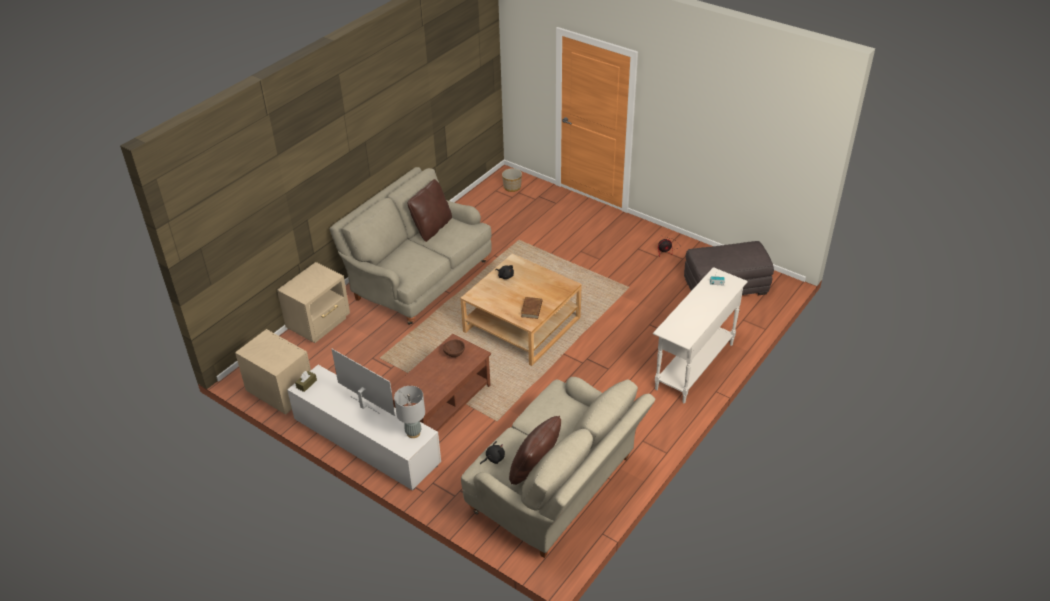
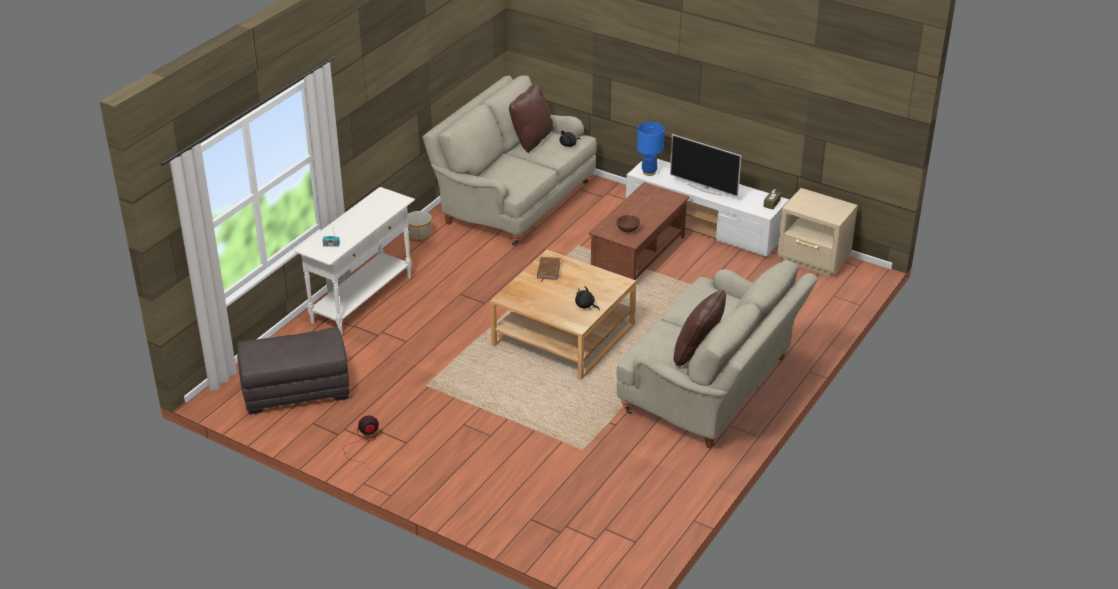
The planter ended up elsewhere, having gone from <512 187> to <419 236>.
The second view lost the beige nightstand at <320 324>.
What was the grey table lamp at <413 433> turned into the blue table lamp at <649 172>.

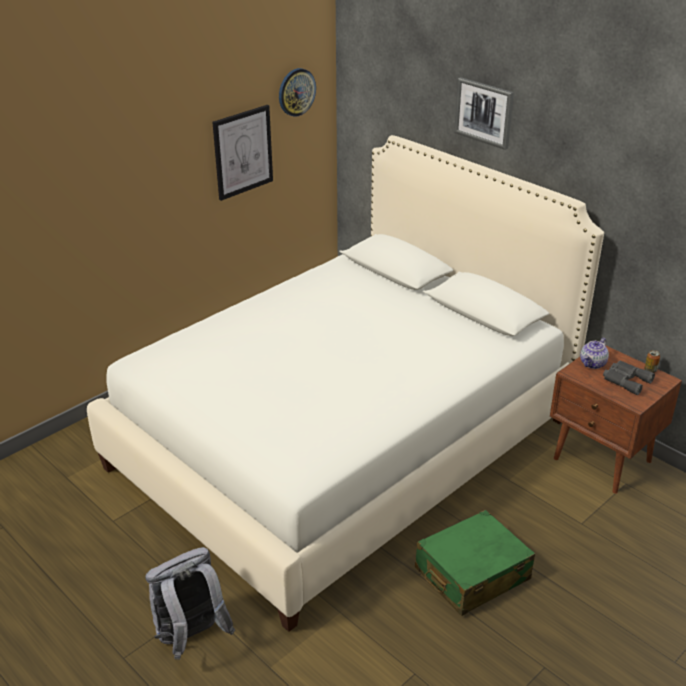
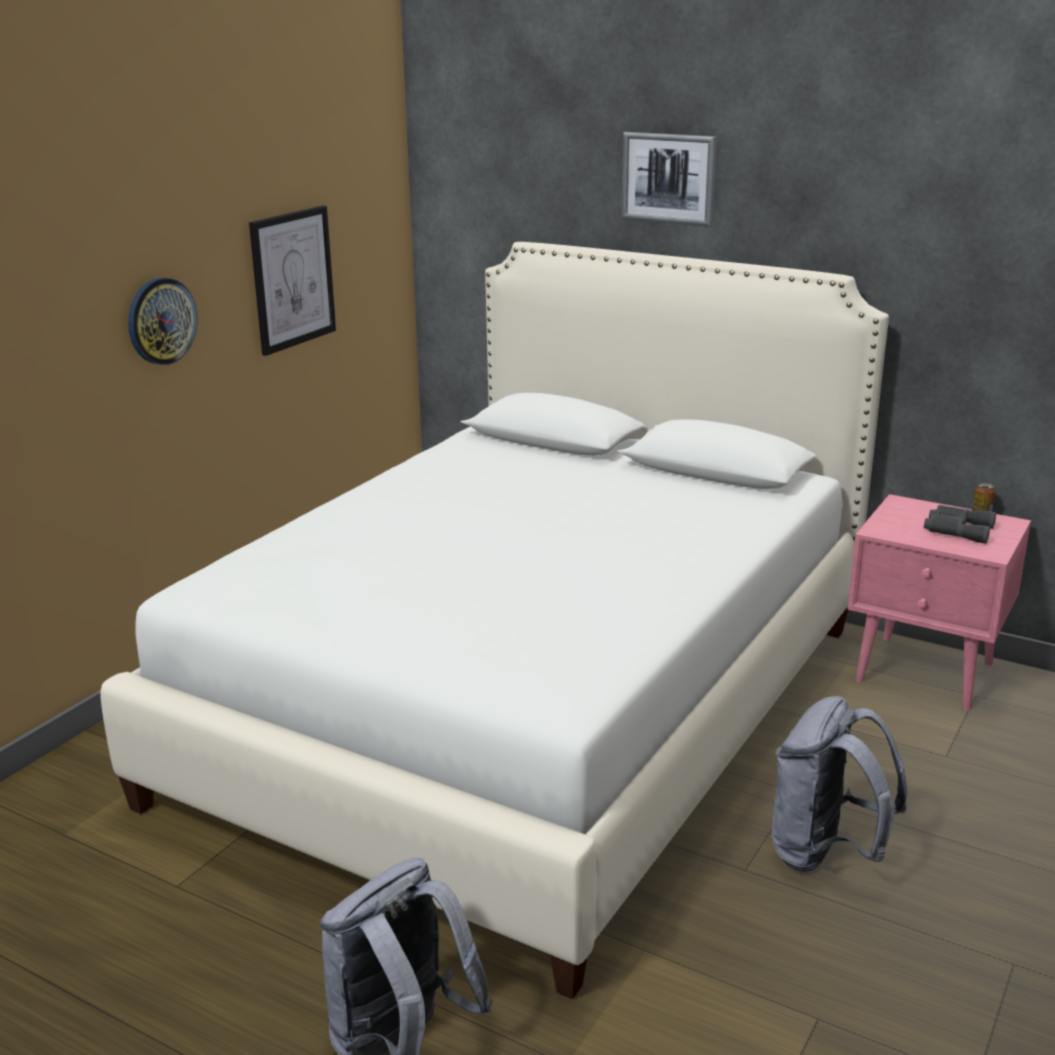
The wall clock ended up elsewhere, having gone from <296 92> to <161 321>.
The second view lost the teapot at <593 364>.
What was the brown nightstand at <603 461> turned into the pink nightstand at <926 673>.
Where the green suitcase stood at <471 574>, the grey backpack came to stand at <826 853>.

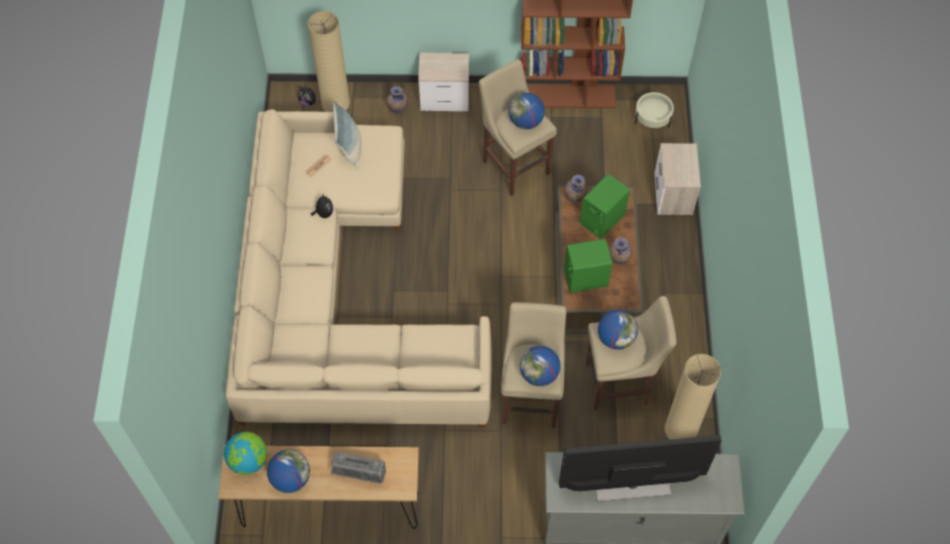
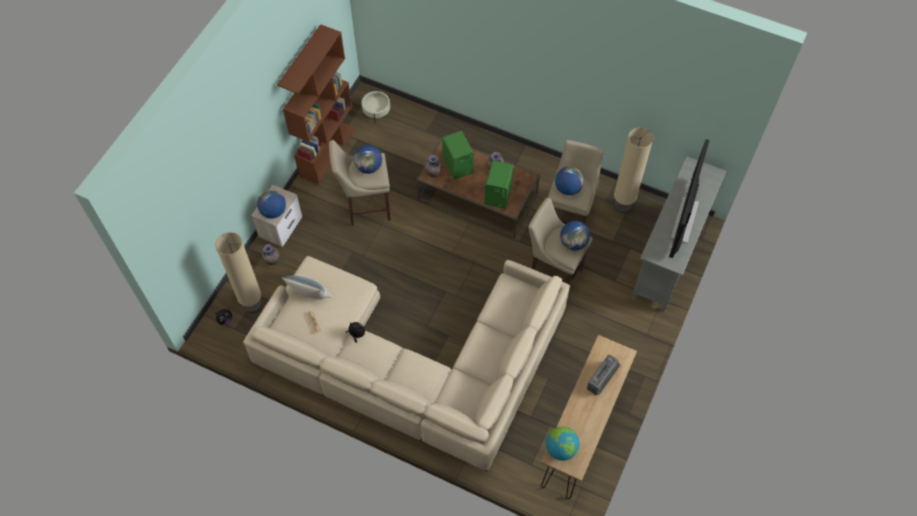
The second view lost the nightstand at <673 195>.
The globe ended up elsewhere, having gone from <291 478> to <273 211>.

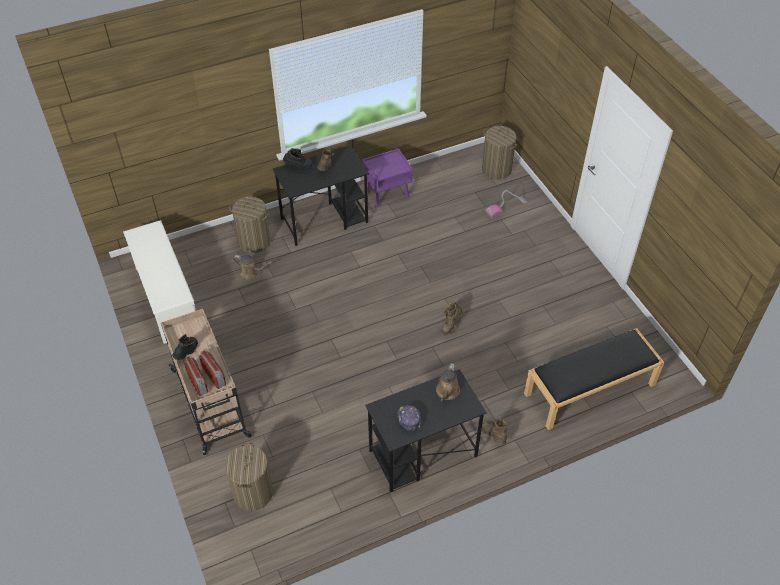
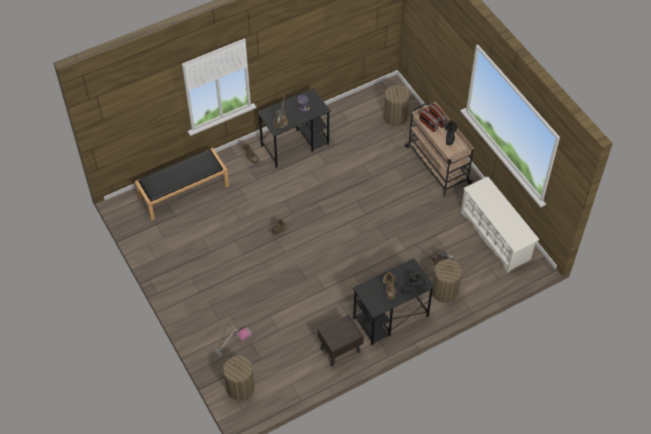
What was the purple nightstand at <387 194> turned into the brown nightstand at <340 351>.

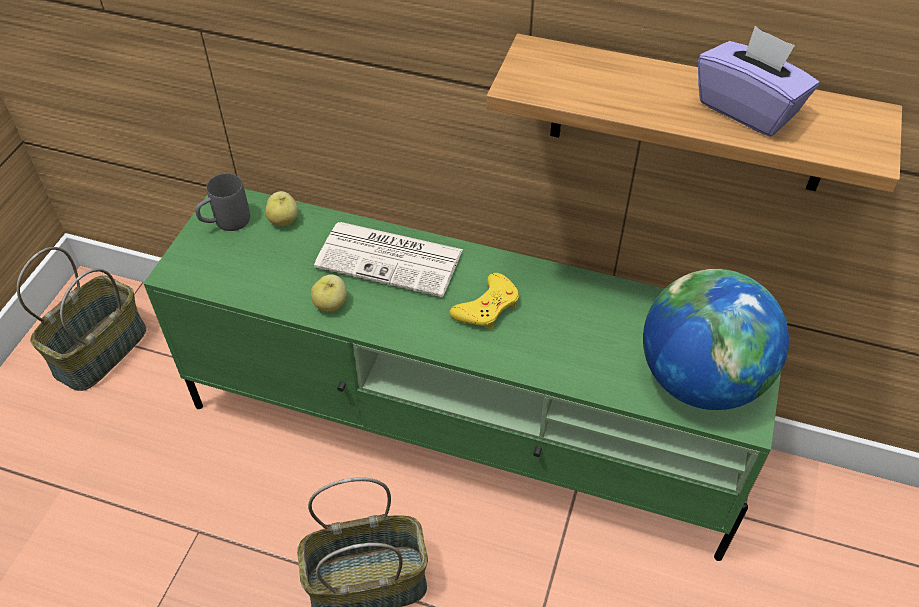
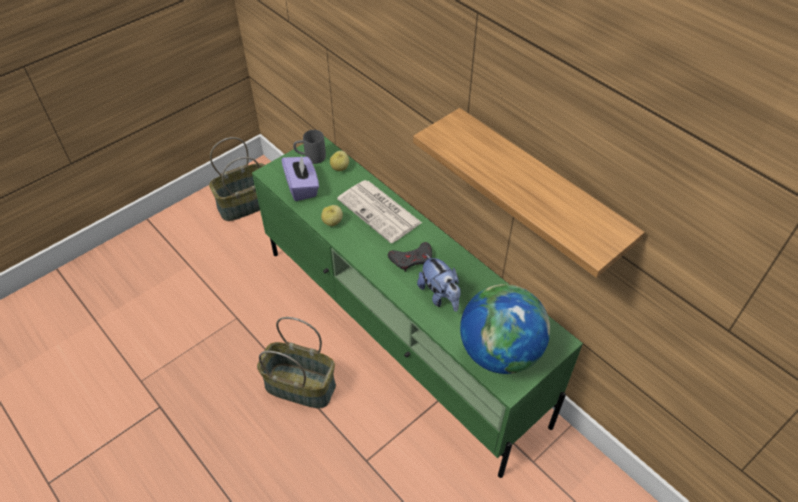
The purple tissue box ended up elsewhere, having gone from <747 108> to <302 187>.
What was the yellow game controller at <487 307> turned into the grey game controller at <412 259>.
The second view gained the plush toy at <440 295>.

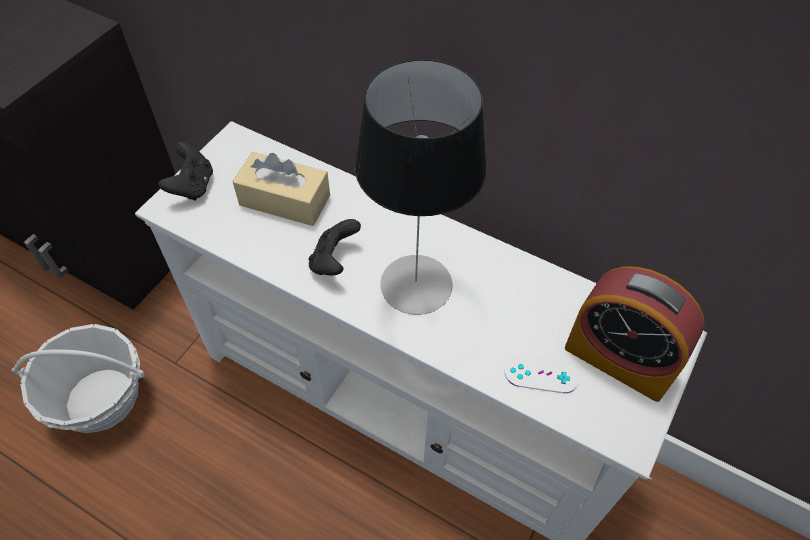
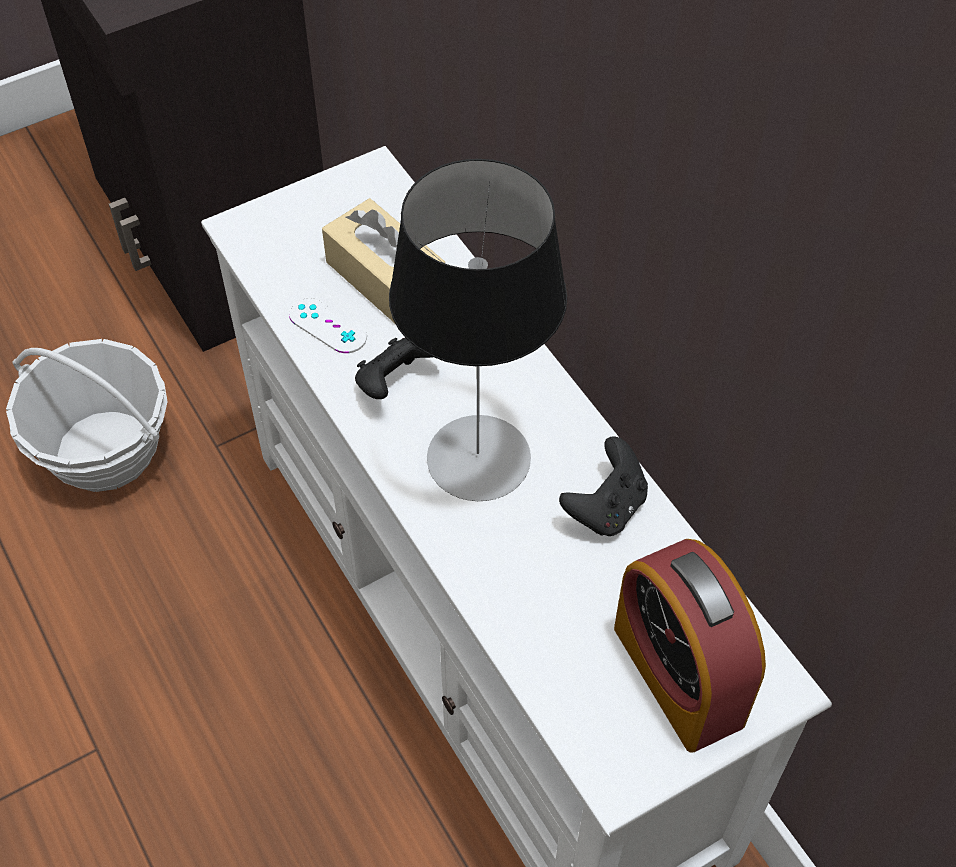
The black game controller ended up elsewhere, having gone from <192 186> to <606 508>.
The white game controller ended up elsewhere, having gone from <541 375> to <327 325>.

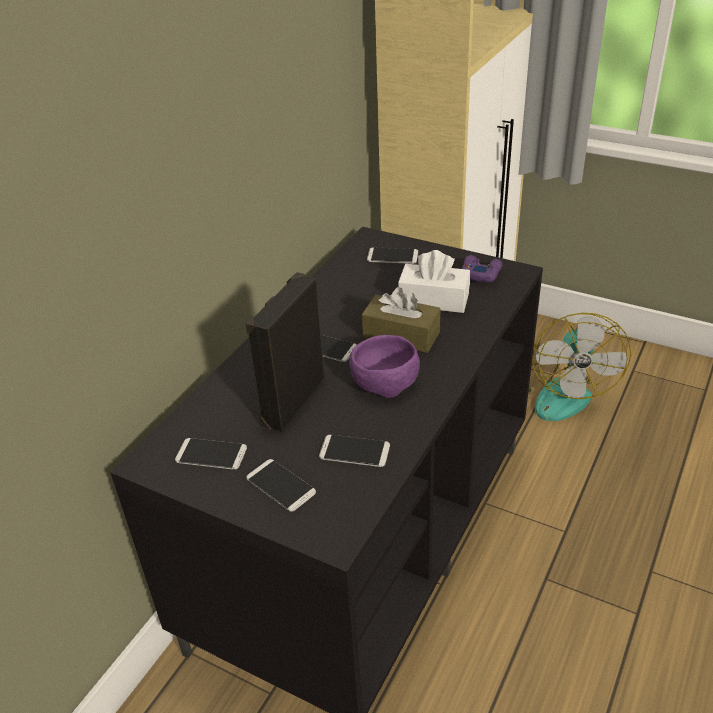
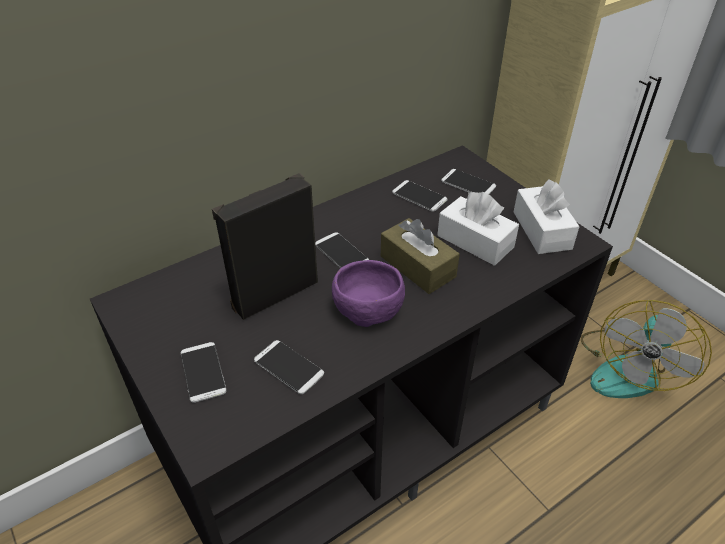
Where the purple game controller stood at <480 273>, the white tissue box came to stand at <541 230>.
The phone ended up elsewhere, having gone from <211 454> to <419 196>.

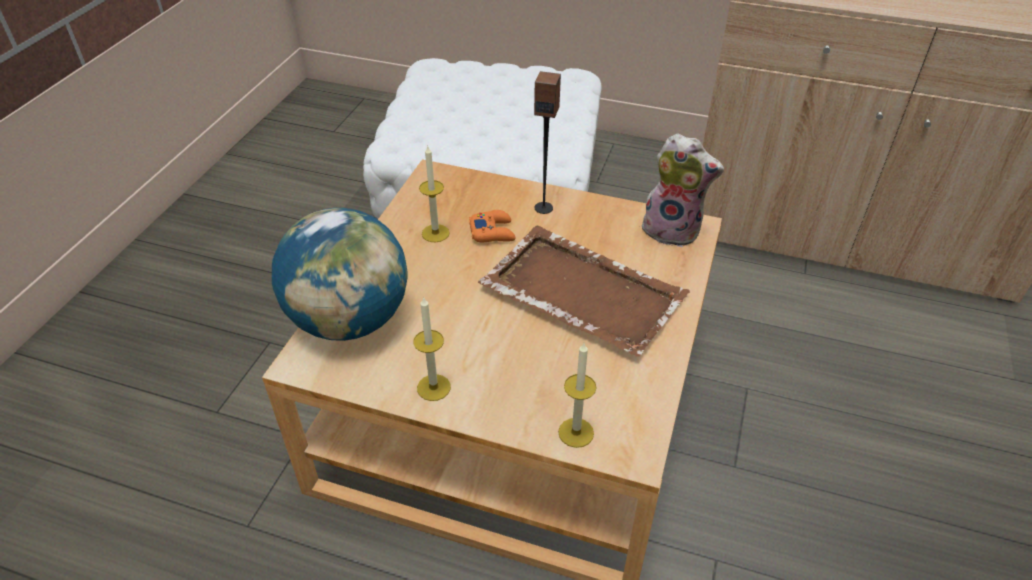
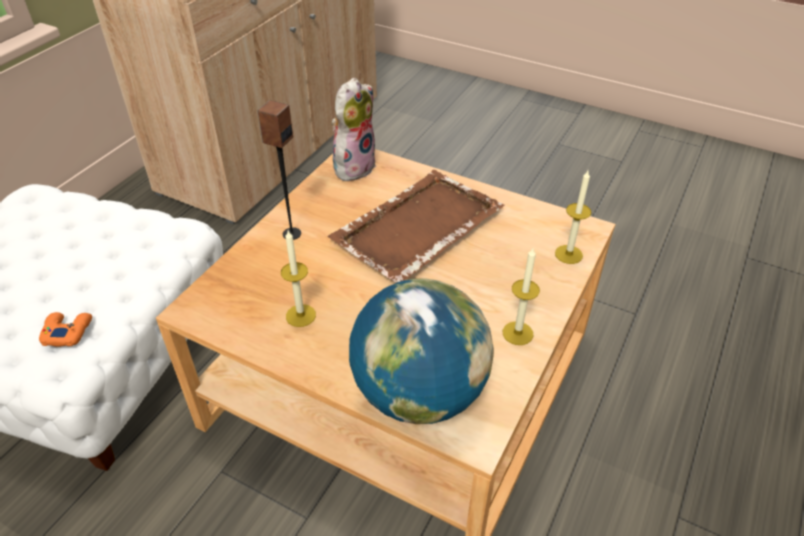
The orange game controller ended up elsewhere, having gone from <492 232> to <67 332>.

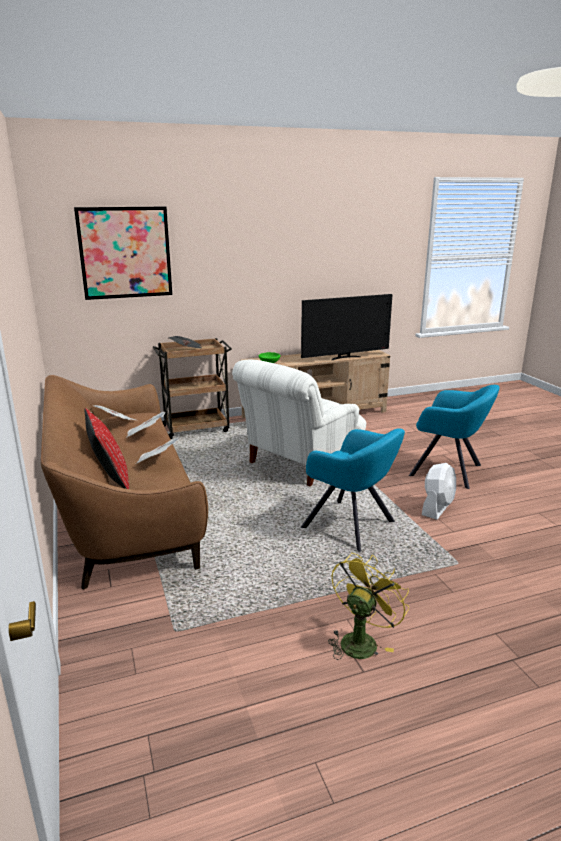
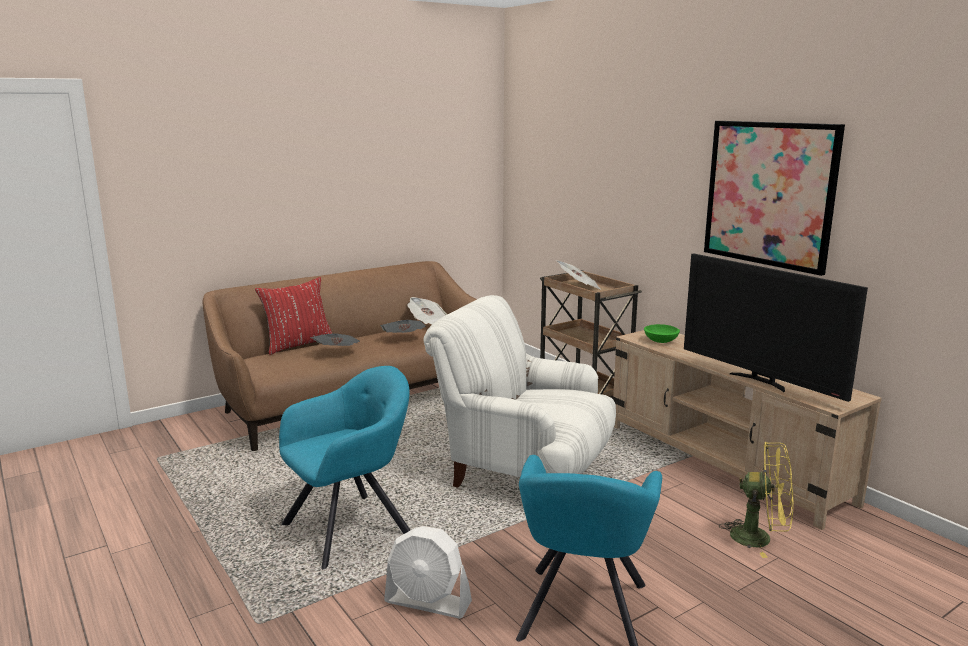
The picture ended up elsewhere, having gone from <125 253> to <769 194>.
The turquoise armchair at <351 526> ended up facing another way, 150 degrees counterclockwise from before.
The yellow fan ended up elsewhere, having gone from <361 640> to <760 538>.

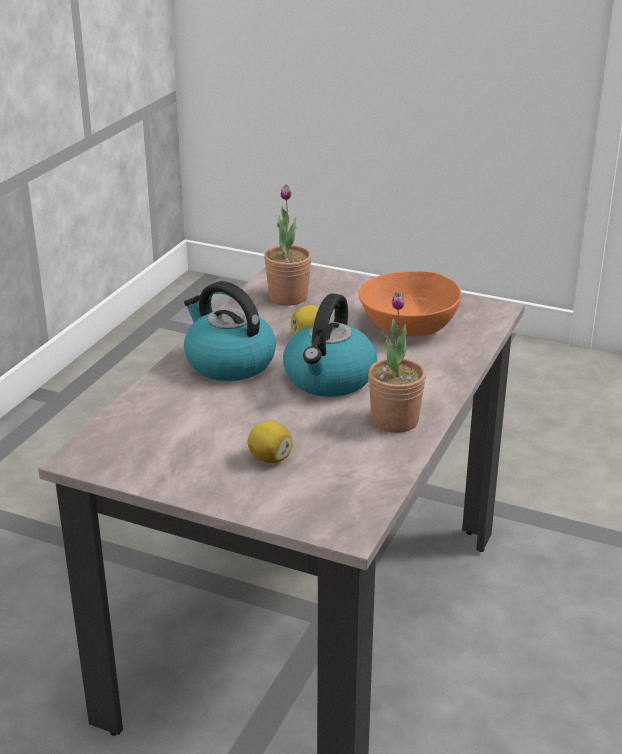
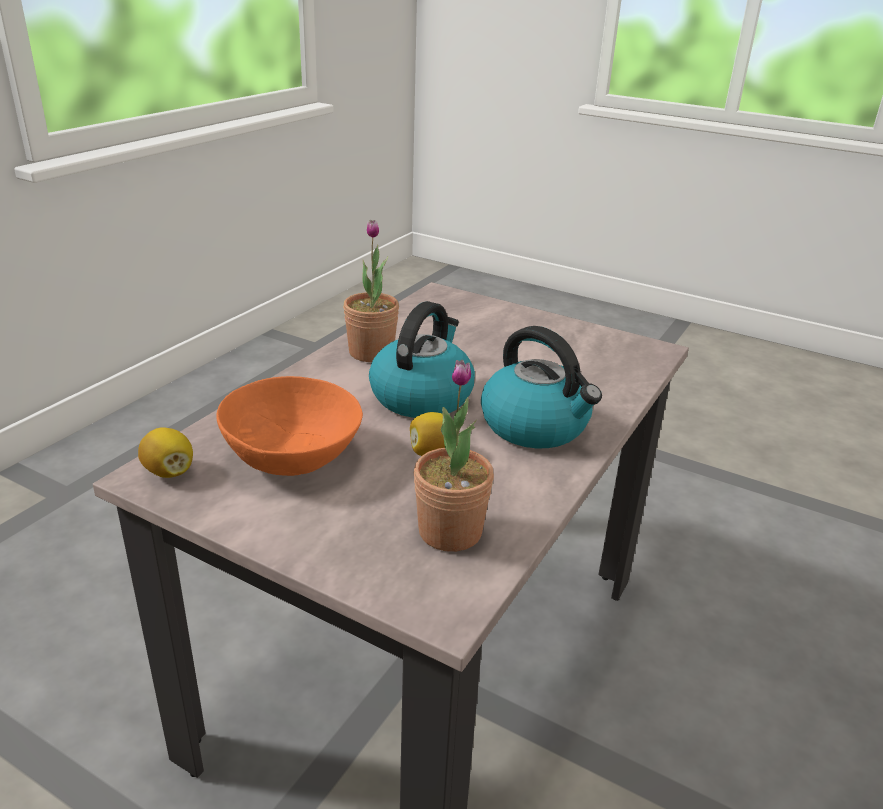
The lemon ended up elsewhere, having gone from <270 458> to <169 471>.

